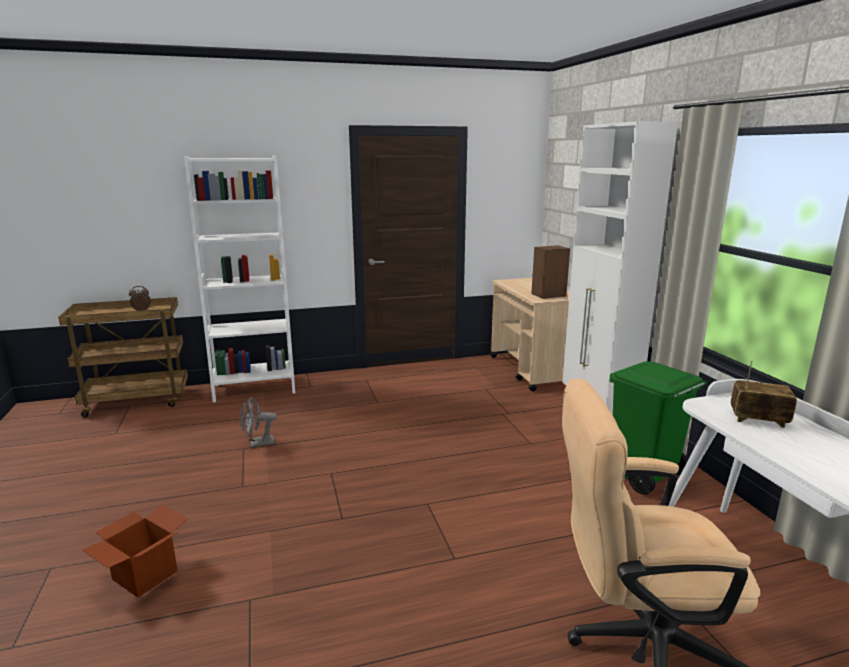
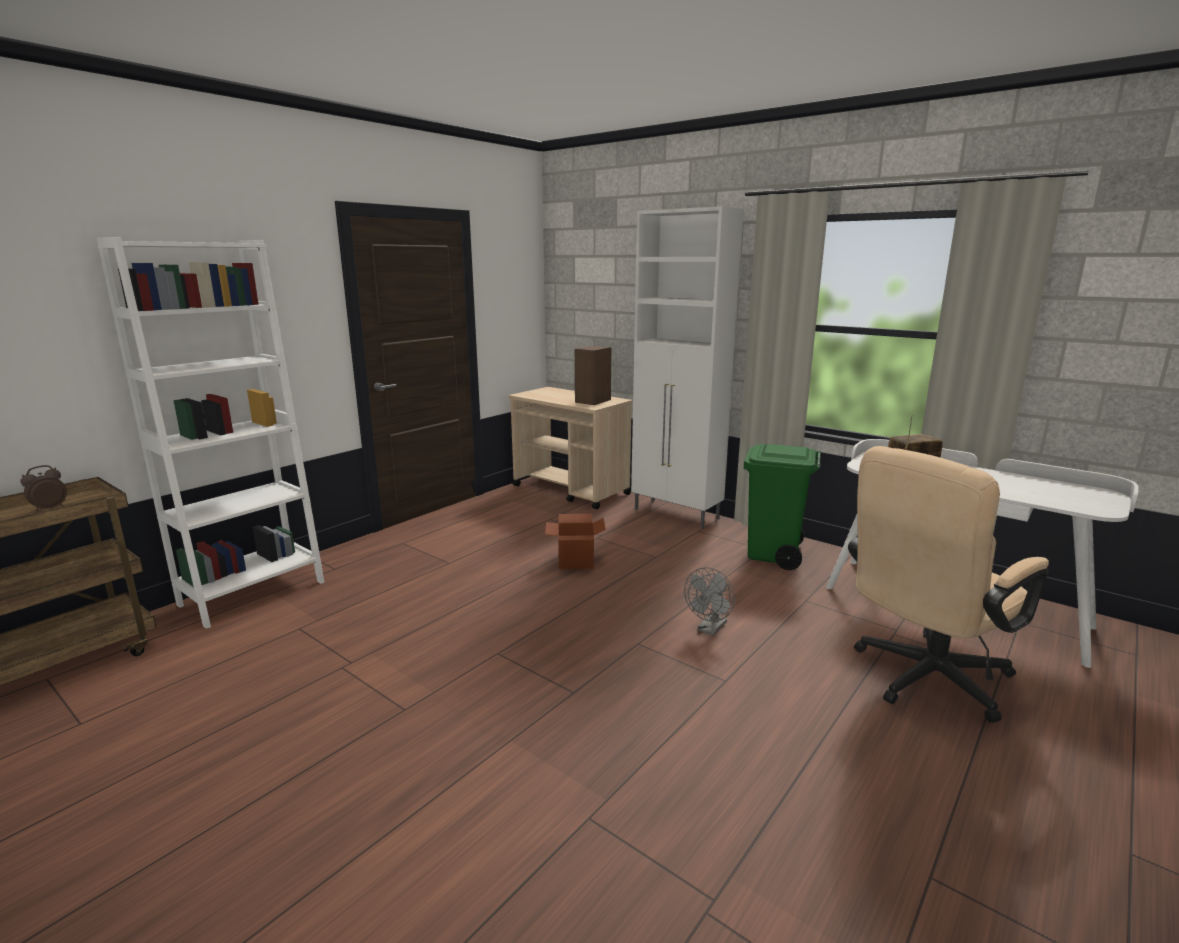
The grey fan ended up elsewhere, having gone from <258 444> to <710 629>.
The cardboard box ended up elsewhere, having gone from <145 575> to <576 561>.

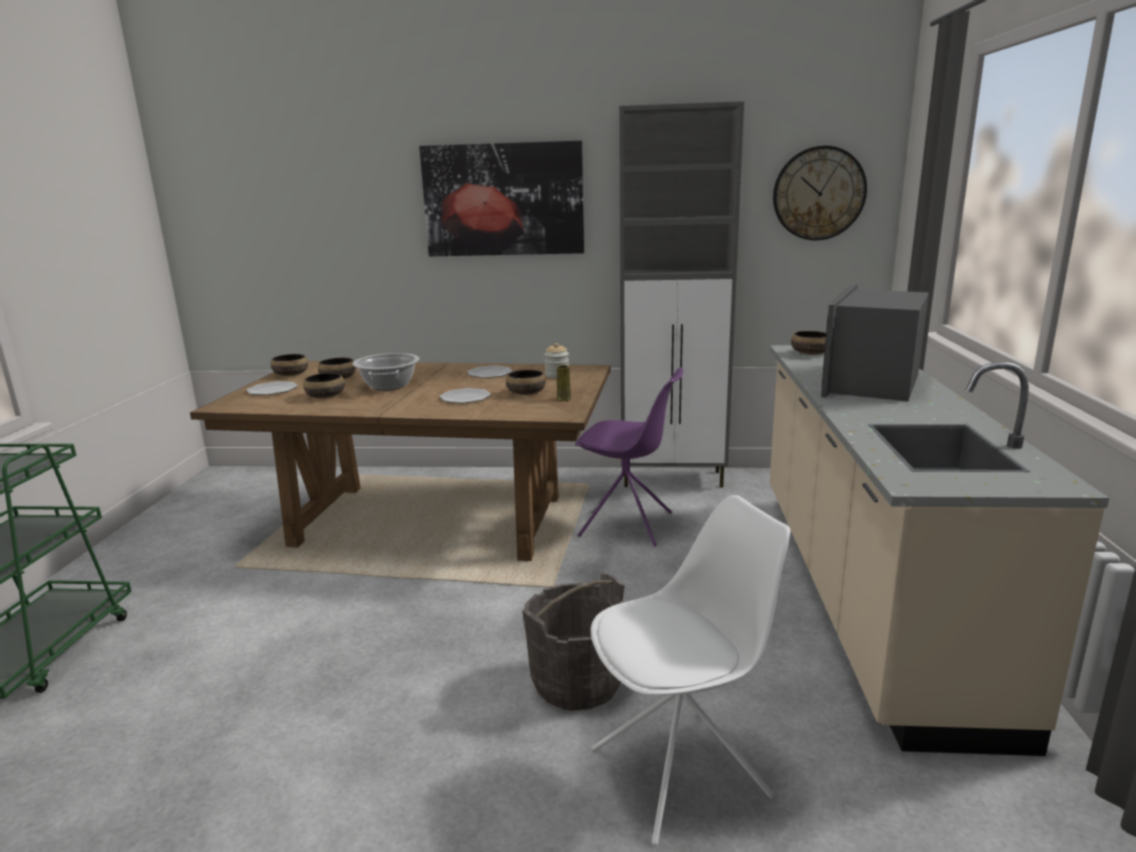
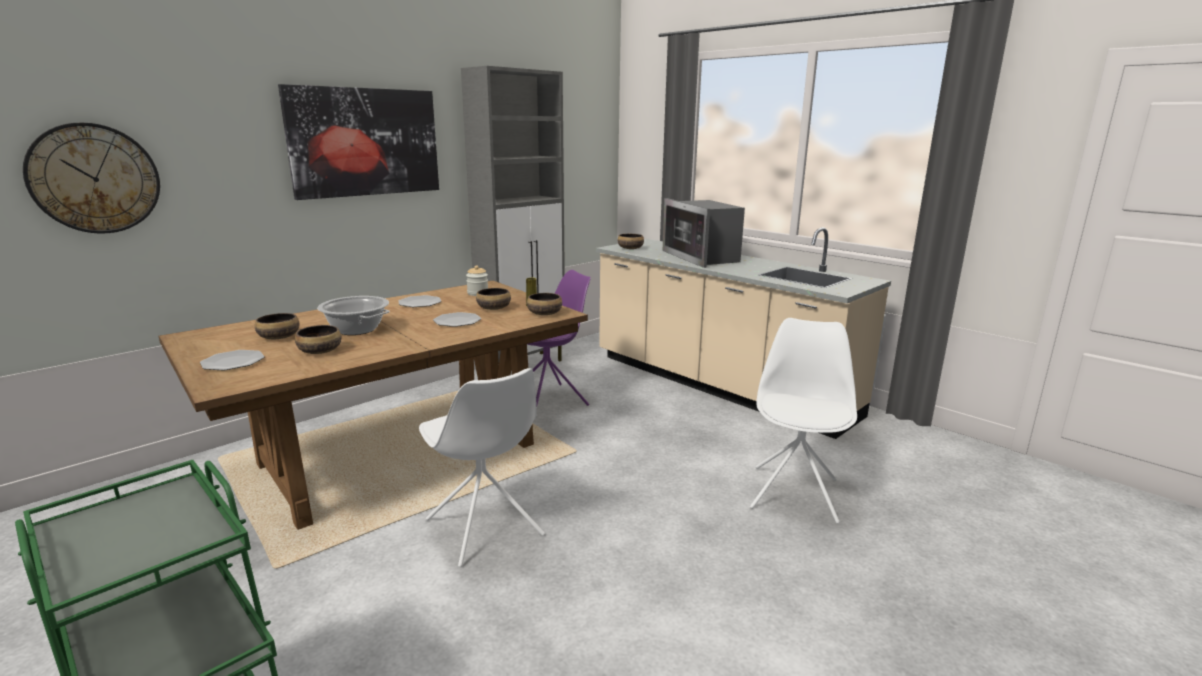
The wall clock ended up elsewhere, having gone from <819 193> to <94 179>.
The bowl ended up elsewhere, having gone from <290 374> to <544 313>.
The second view lost the grey bucket at <577 681>.
The second view gained the white chair at <485 529>.

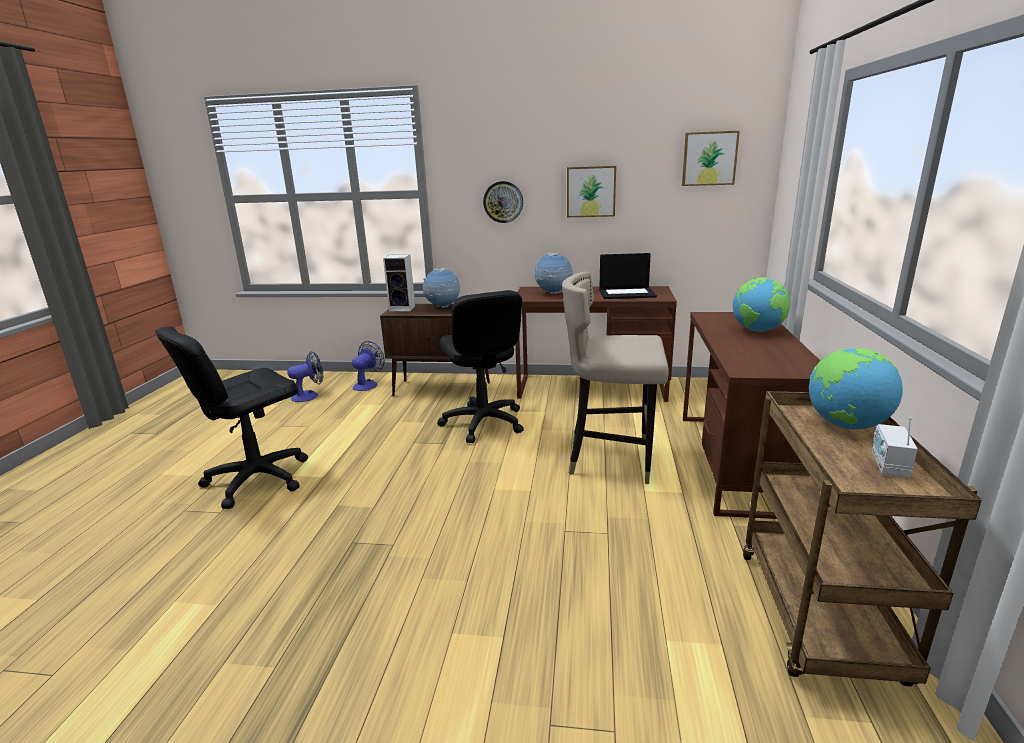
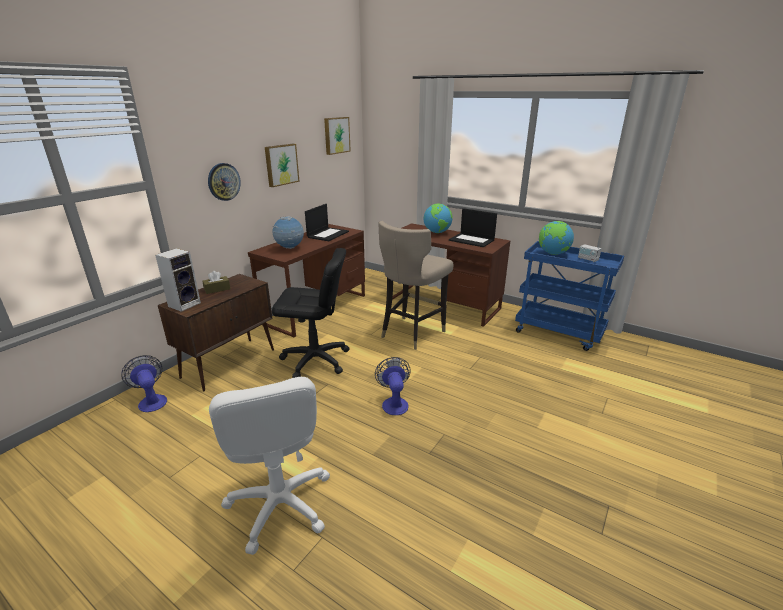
Where the globe stood at <443 307>, the brown tissue box came to stand at <217 289>.
What was the black office chair at <257 479> turned into the white office chair at <279 504>.
The fan ended up elsewhere, having gone from <309 395> to <394 403>.
What was the brown cart at <819 618> turned into the blue cart at <559 333>.
The second view gained the laptop at <472 240>.

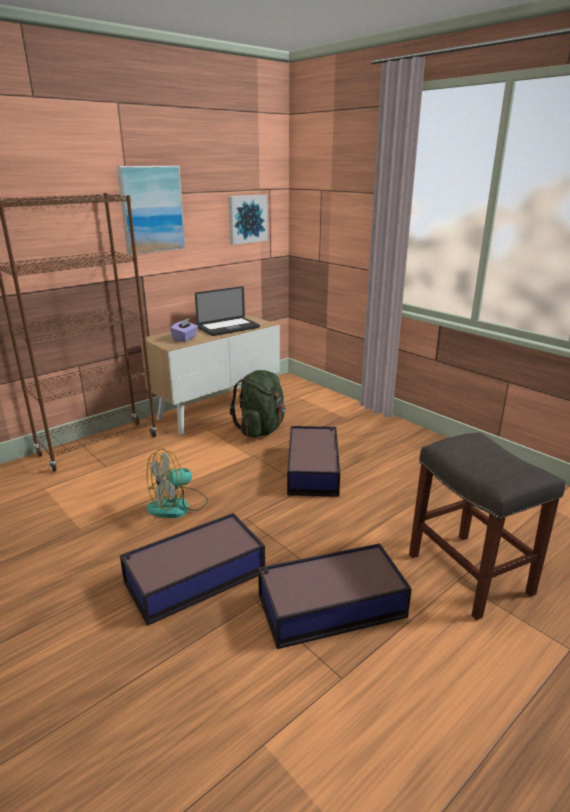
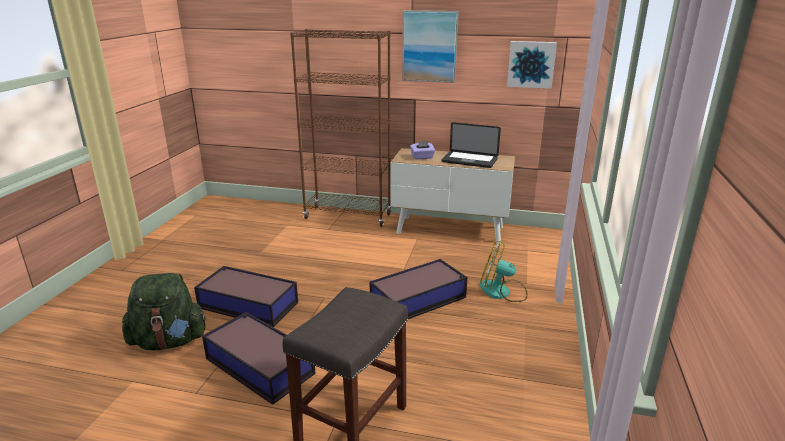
The green backpack ended up elsewhere, having gone from <261 429> to <169 341>.
The fan ended up elsewhere, having gone from <178 506> to <502 292>.

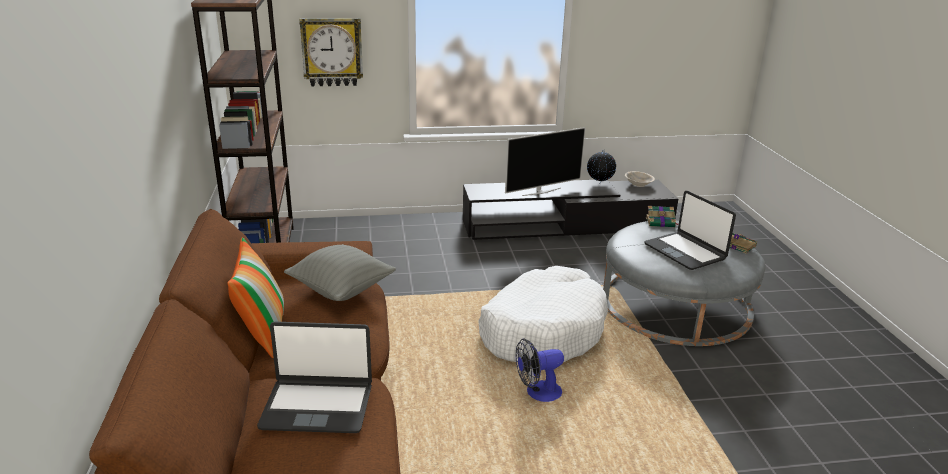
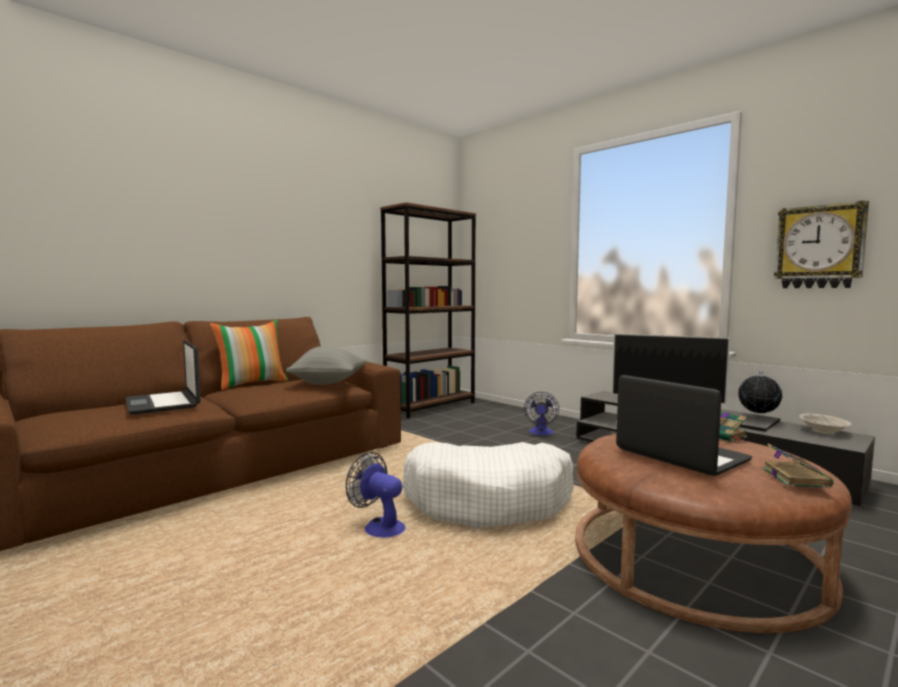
The wall clock ended up elsewhere, having gone from <332 52> to <819 247>.
The laptop at <685 251> ended up facing another way, 120 degrees clockwise from before.
What was the grey ottoman at <675 303> turned into the brown ottoman at <694 554>.
The second view gained the fan at <541 433>.

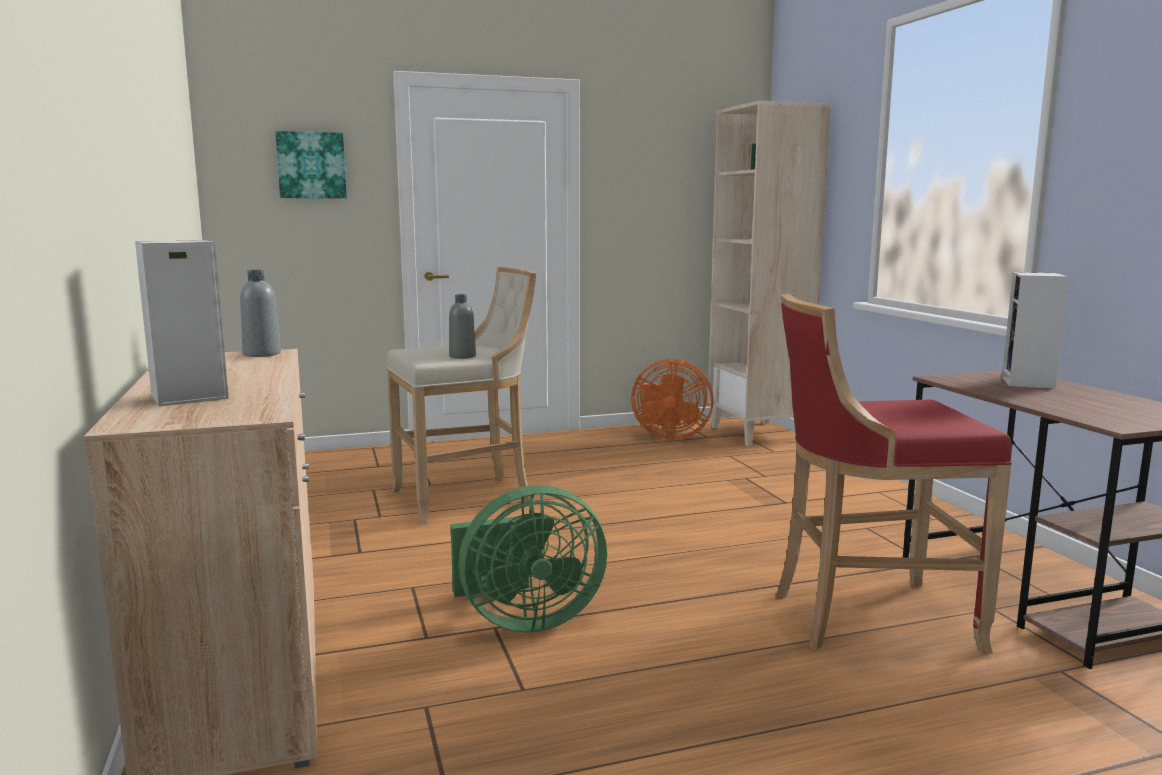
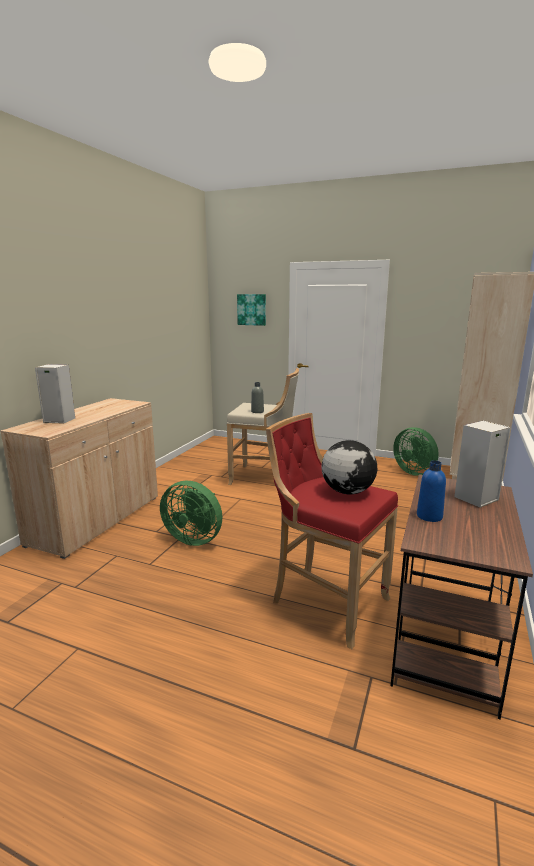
The second view lost the grey bottle at <262 354>.
What was the orange fan at <669 436> turned into the green fan at <415 472>.
The second view gained the globe at <347 491>.
The second view gained the blue bottle at <429 516>.

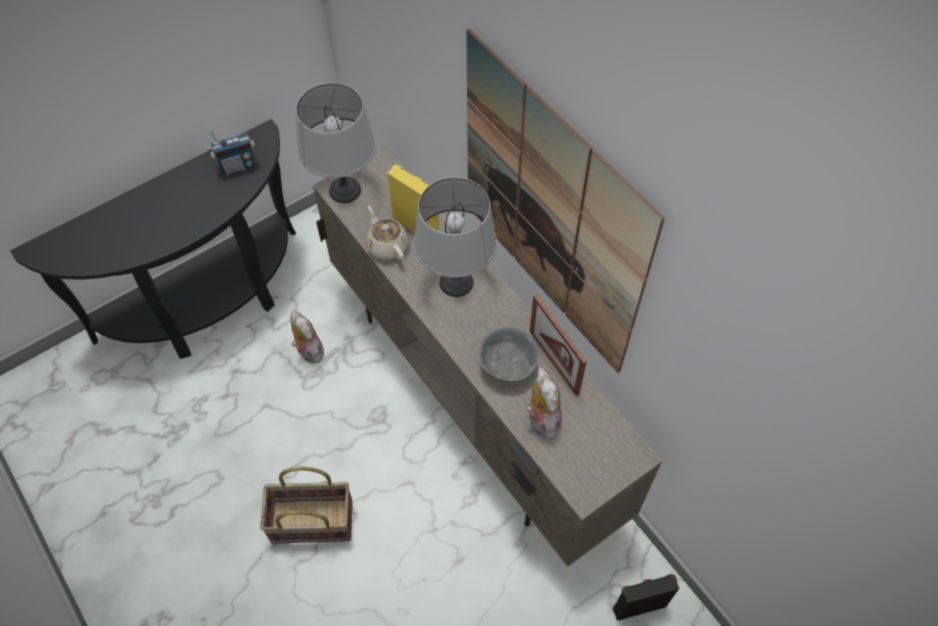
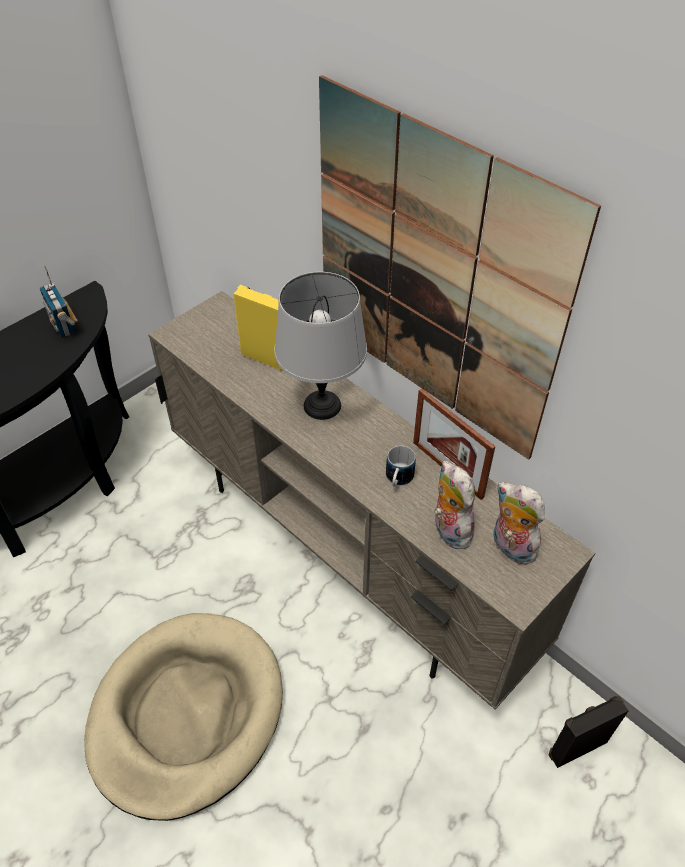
The second view lost the grey table lamp at <344 190>.
The radio at <238 167> ended up facing another way, 90 degrees clockwise from before.
The second view lost the beige teapot at <387 245>.
The plush toy ended up elsewhere, having gone from <308 351> to <510 547>.
Where the grey bowl stood at <508 366>, the mug came to stand at <398 479>.
Where the basket stood at <311 523>, the beige dog bed came to stand at <186 714>.

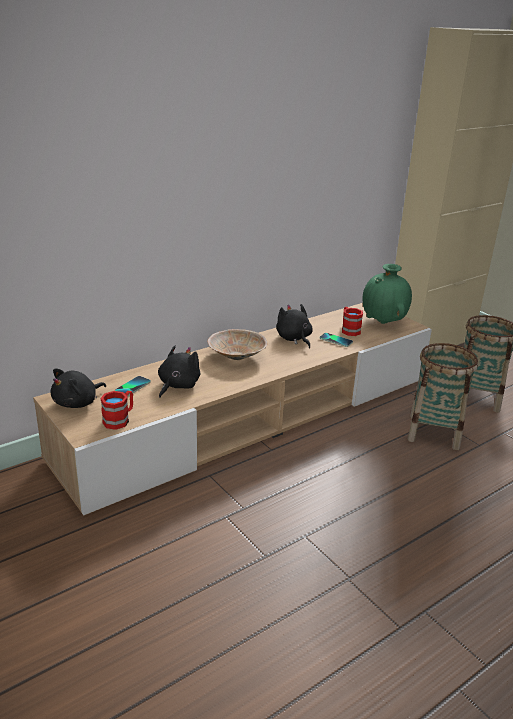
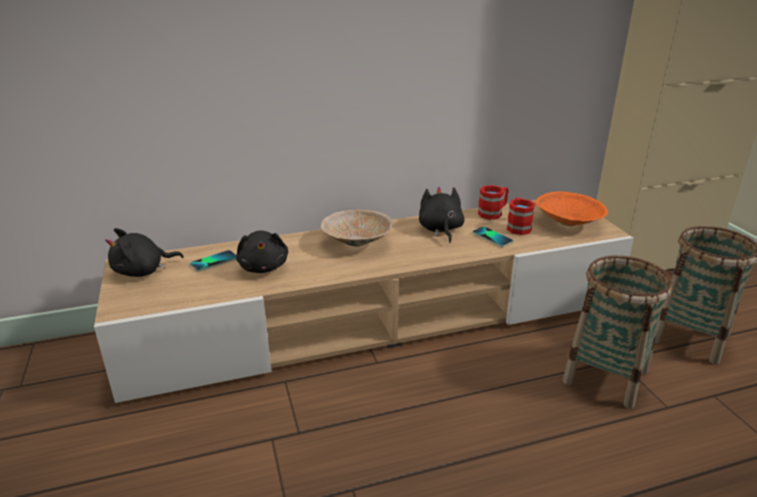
Where the green vase stood at <383 323>, the orange bowl came to stand at <569 223>.
The black plush toy at <177 385> ended up facing another way, 120 degrees clockwise from before.
The red mug ended up elsewhere, having gone from <120 419> to <493 213>.

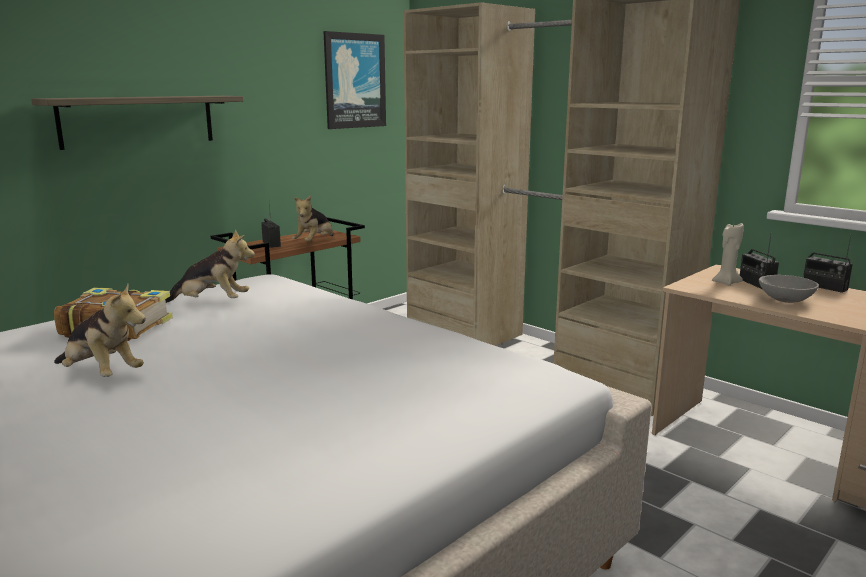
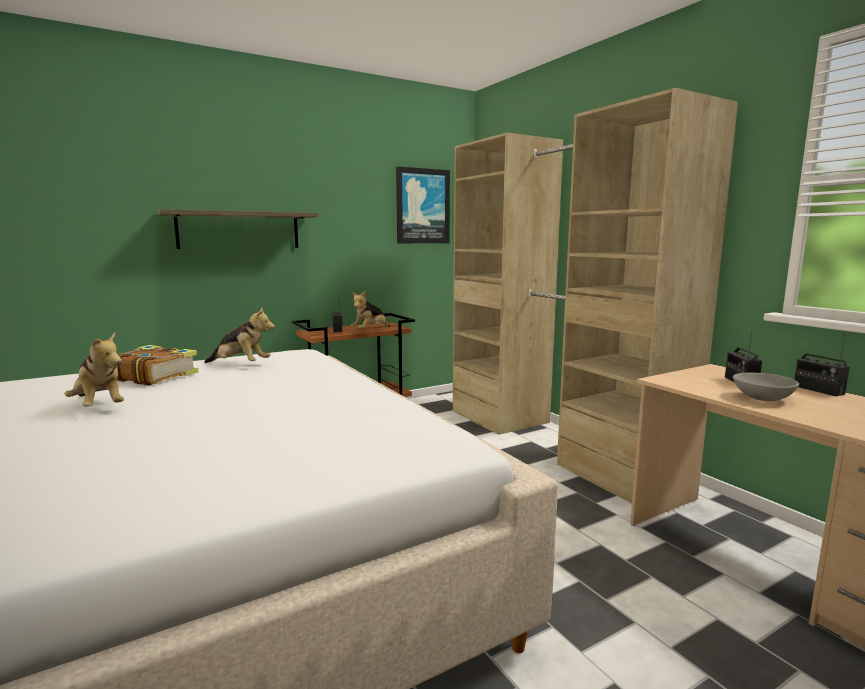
The second view lost the beige candle at <726 282>.

